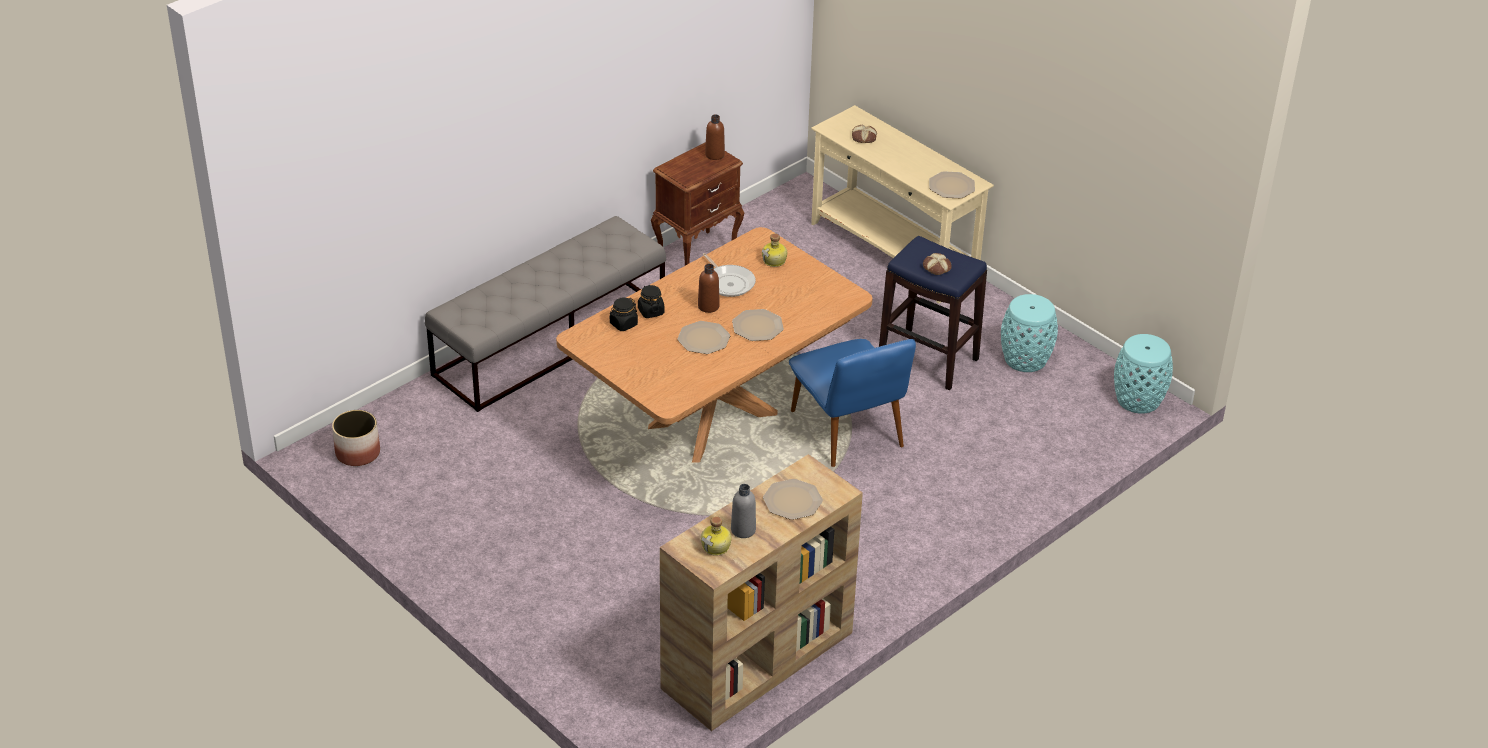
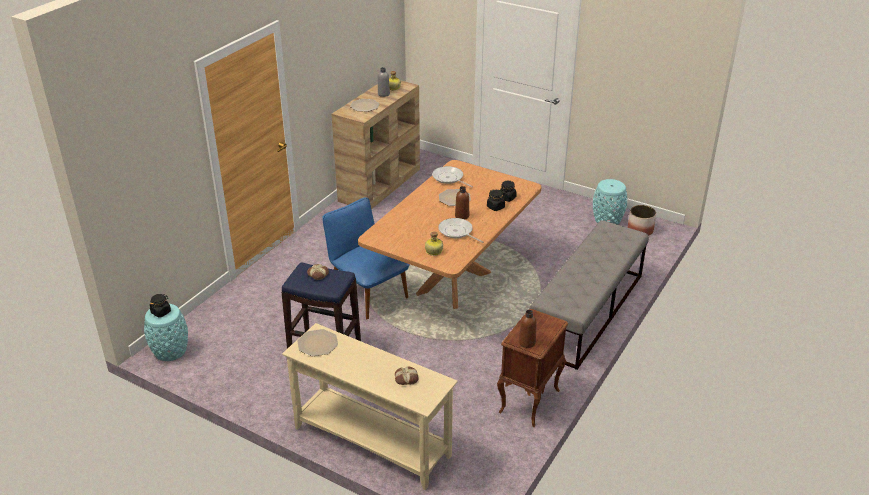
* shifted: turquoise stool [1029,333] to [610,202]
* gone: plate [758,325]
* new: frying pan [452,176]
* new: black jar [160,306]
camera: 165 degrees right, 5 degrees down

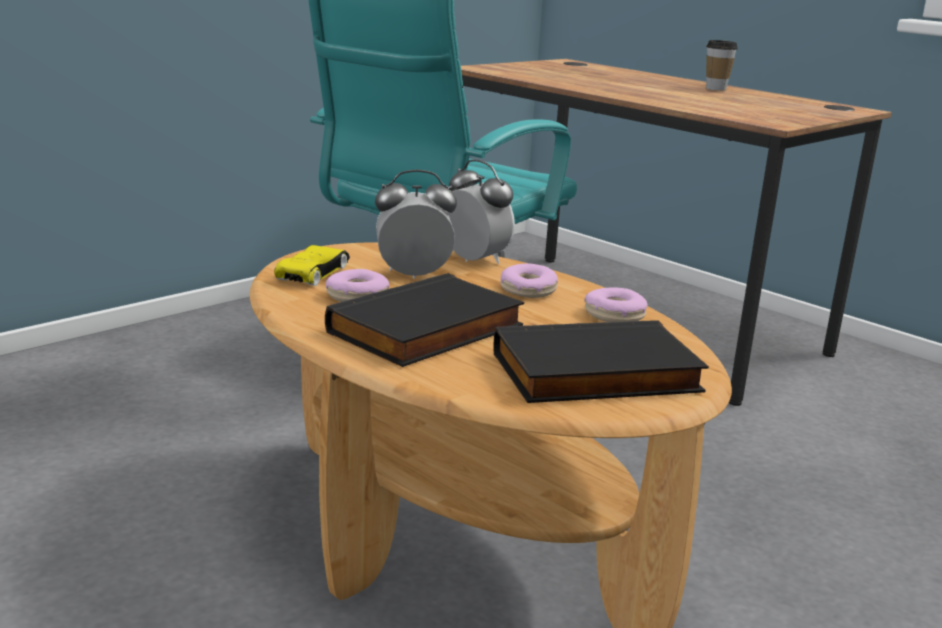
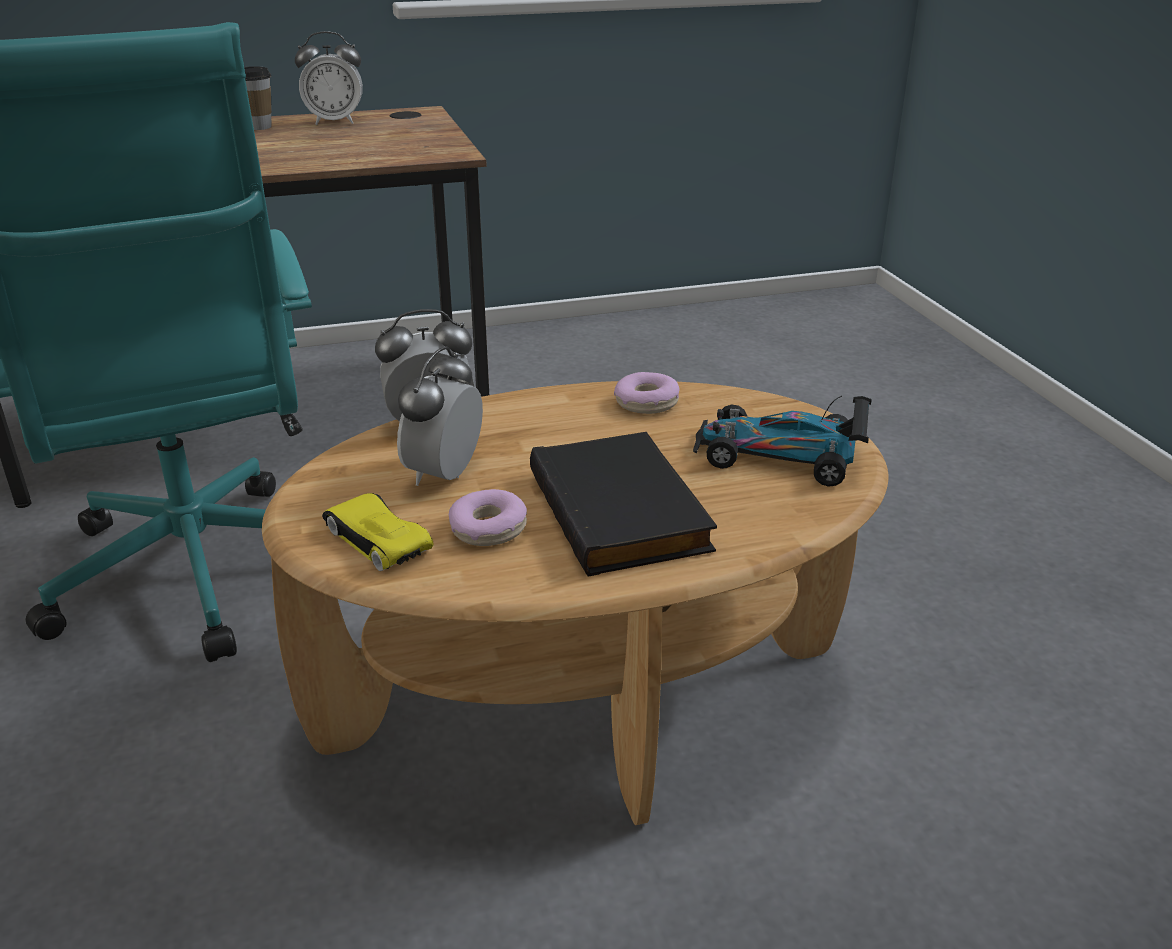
* gone: donut [529,281]
* swapped: black book [601,361] to toy car [782,441]
* new: alarm clock [329,78]
camera: 60 degrees left, 10 degrees up

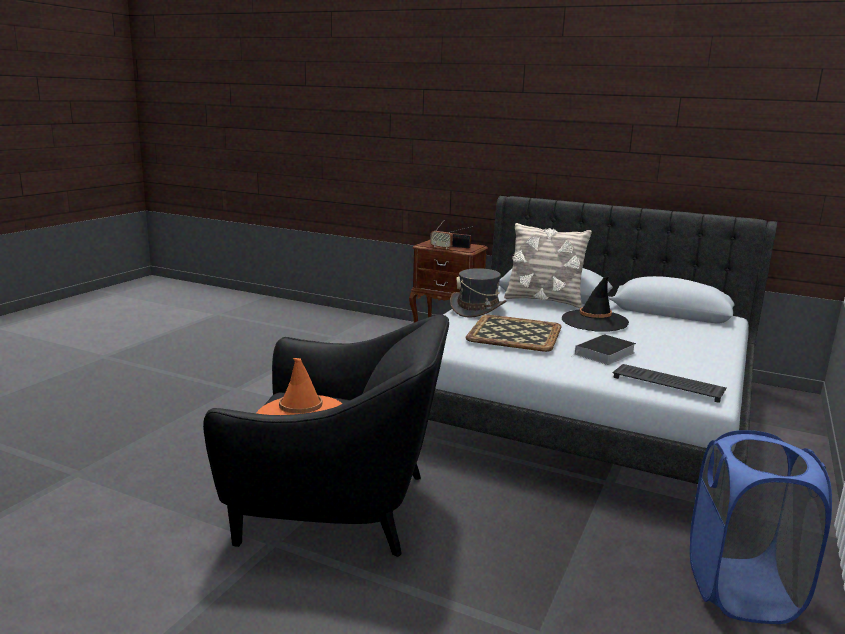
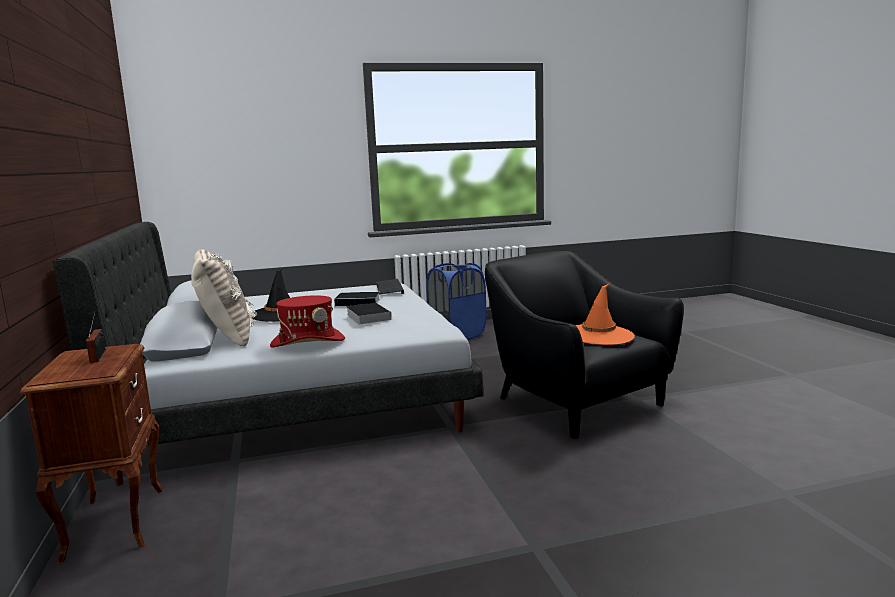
* gone: radio [441,234]
* repainted: grey hat [478,293] to red hat [307,321]
* swapped: tray [514,333] to book [368,313]
camera: 130 degrees left, 5 degrees down

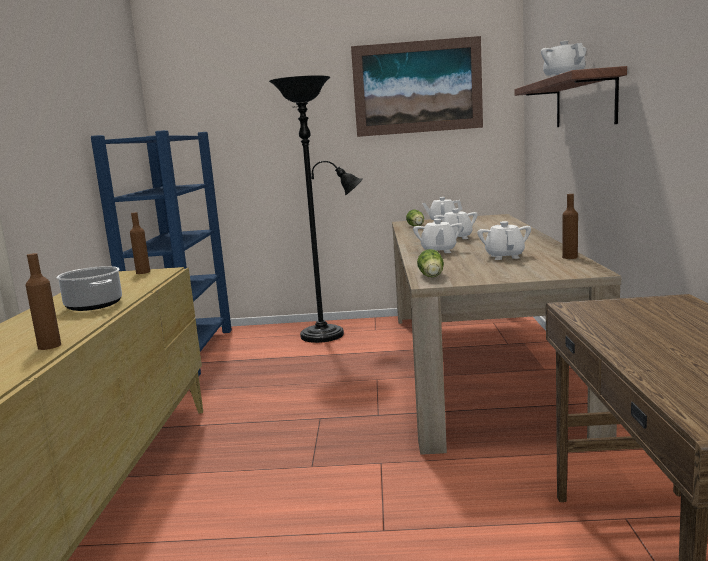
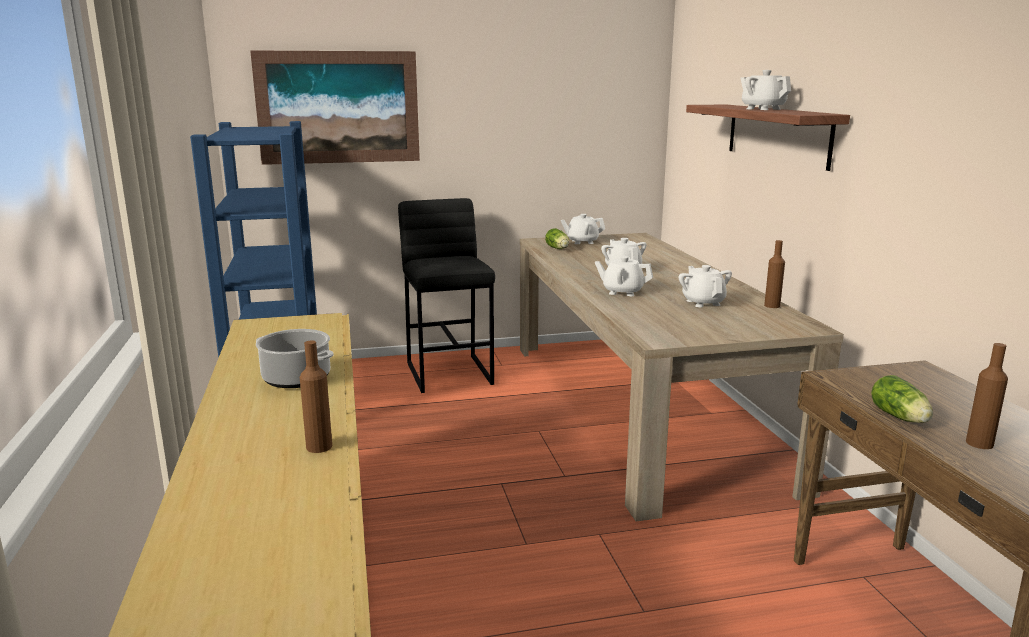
* shifted: picture [417,86] to [335,107]
* swapped: black floor lamp [316,209] to black stool [446,295]
* shifted: brown bottle [140,243] to [987,396]
* rotated: white teapot [438,236] = [624,276] 120 degrees clockwise
* shifted: lettuce [430,263] to [902,399]
camera: 15 degrees left, 5 degrees up

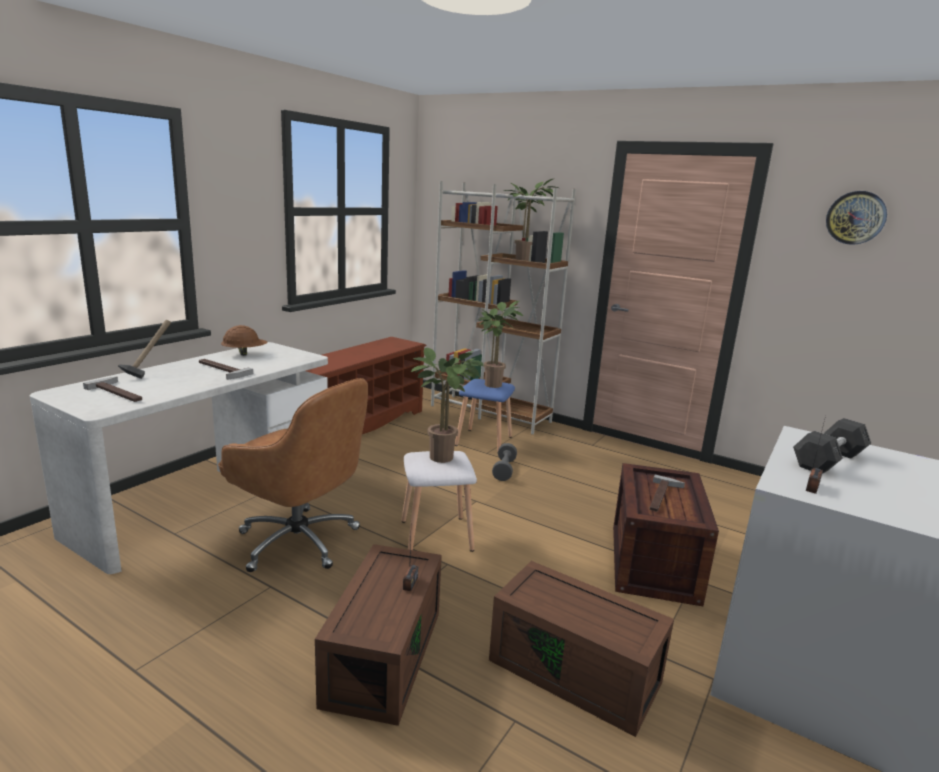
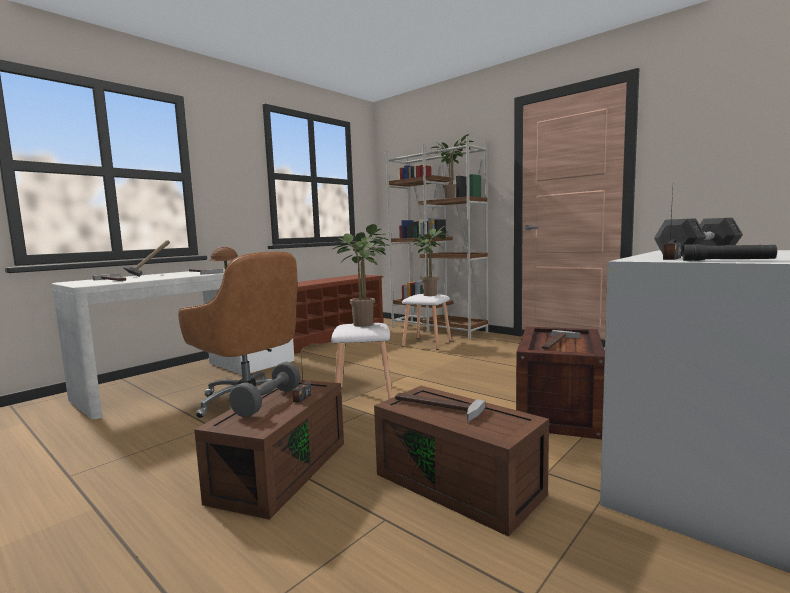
* gone: wall clock [856,218]
* repainted: blue stool [485,415] to white stool [427,322]
* shifted: grey dumbbell [504,462] to [265,389]
* new: black flashlight [729,252]
* new: hammer [440,407]
camera: 10 degrees right, 10 degrees down

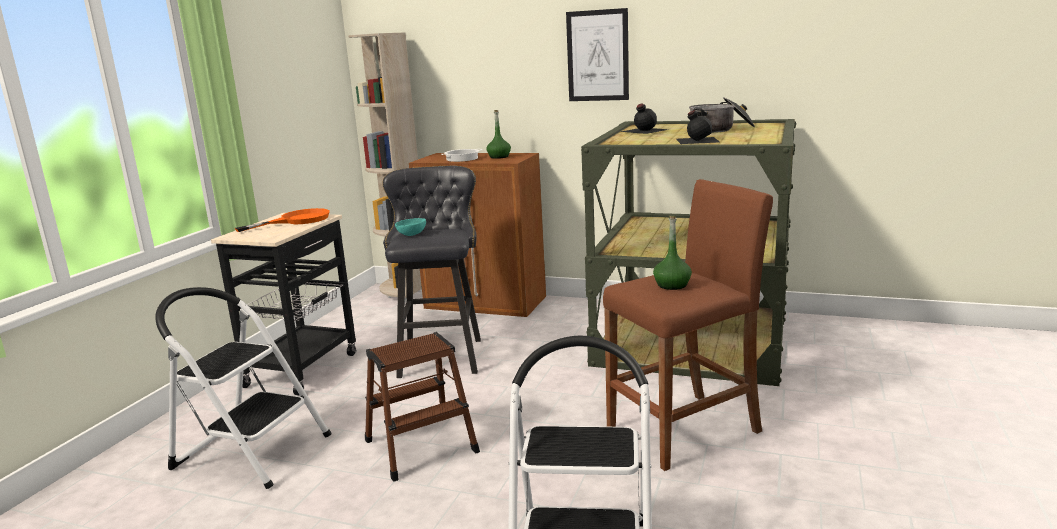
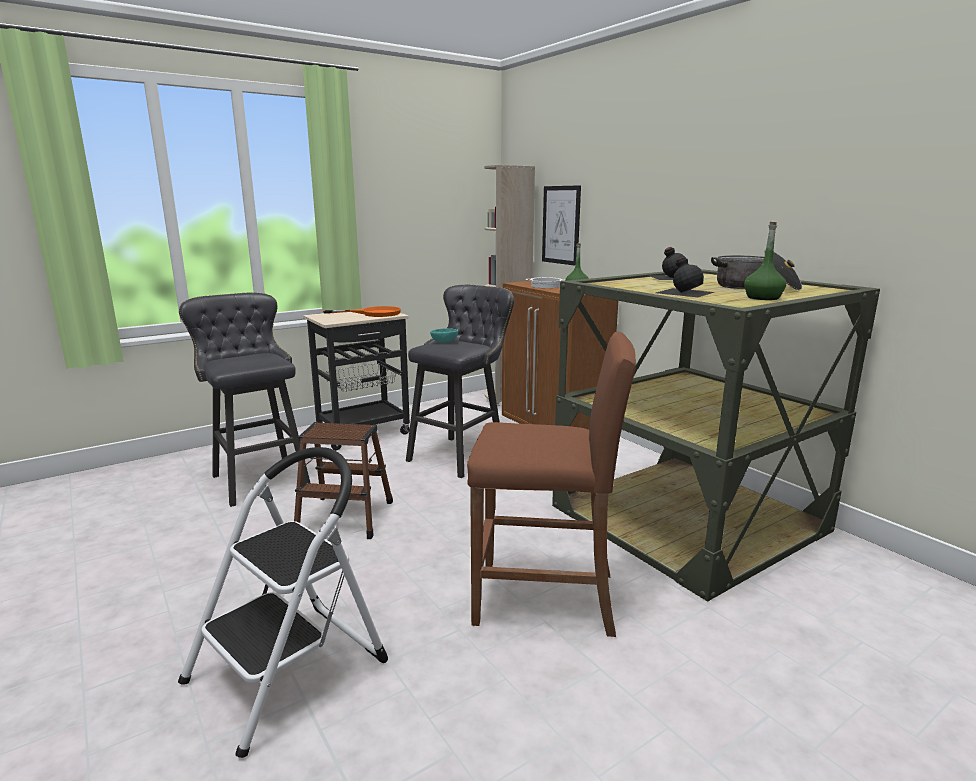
* shifted: picture [597,54] to [561,225]
* shifted: green bottle [672,253] to [765,261]
* swapped: step ladder [243,388] to black stool [244,399]
camera: 35 degrees right, 0 degrees up

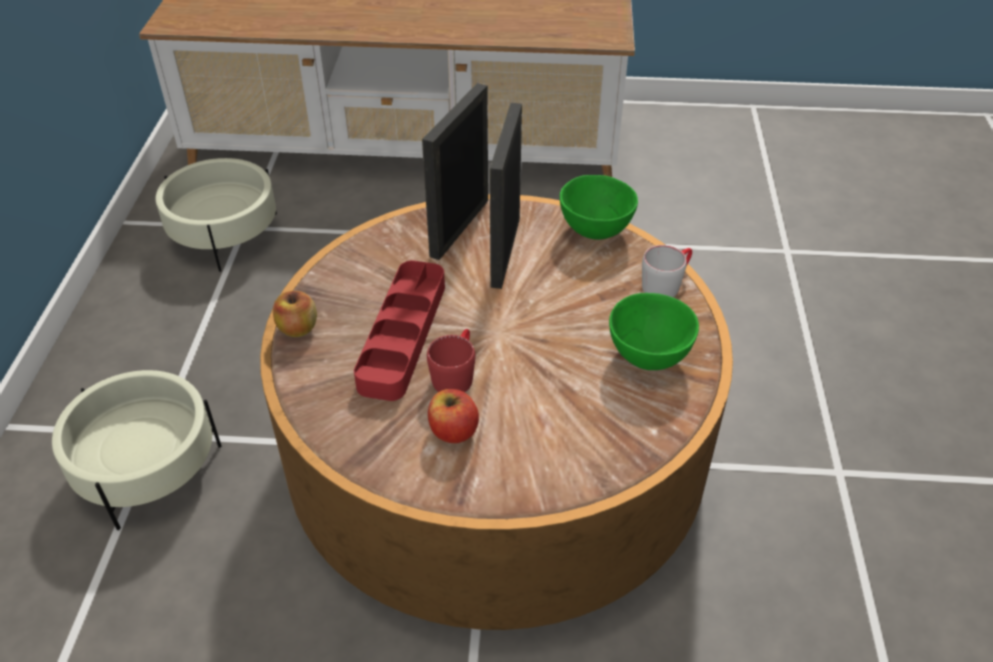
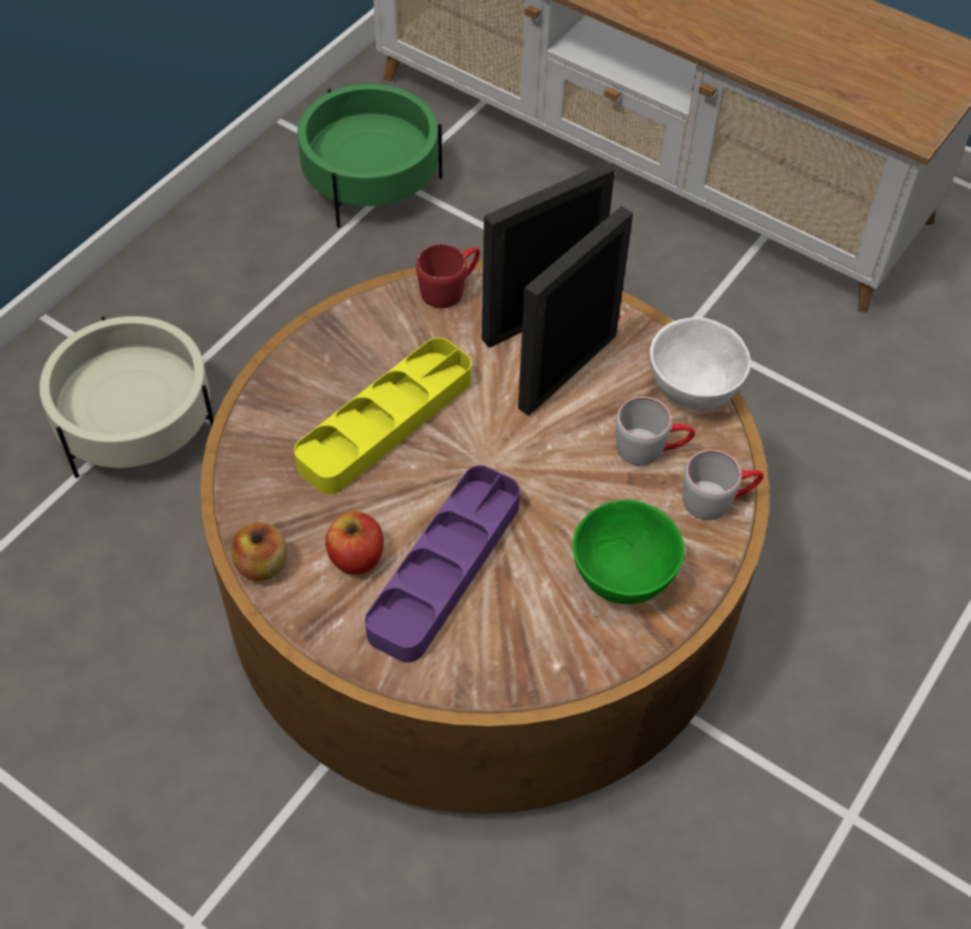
* repainted: beige planter [216,215] to green planter [369,156]
* repainted: green bowl [599,207] to white bowl [700,363]
* repainted: red tray [399,330] to yellow tray [383,416]
* shifted: apple [295,314] to [259,551]
* shifted: red mug [451,360] to [448,276]
* new: grey mug [655,431]
* new: purple tray [442,564]
camera: 30 degrees right, 10 degrees up

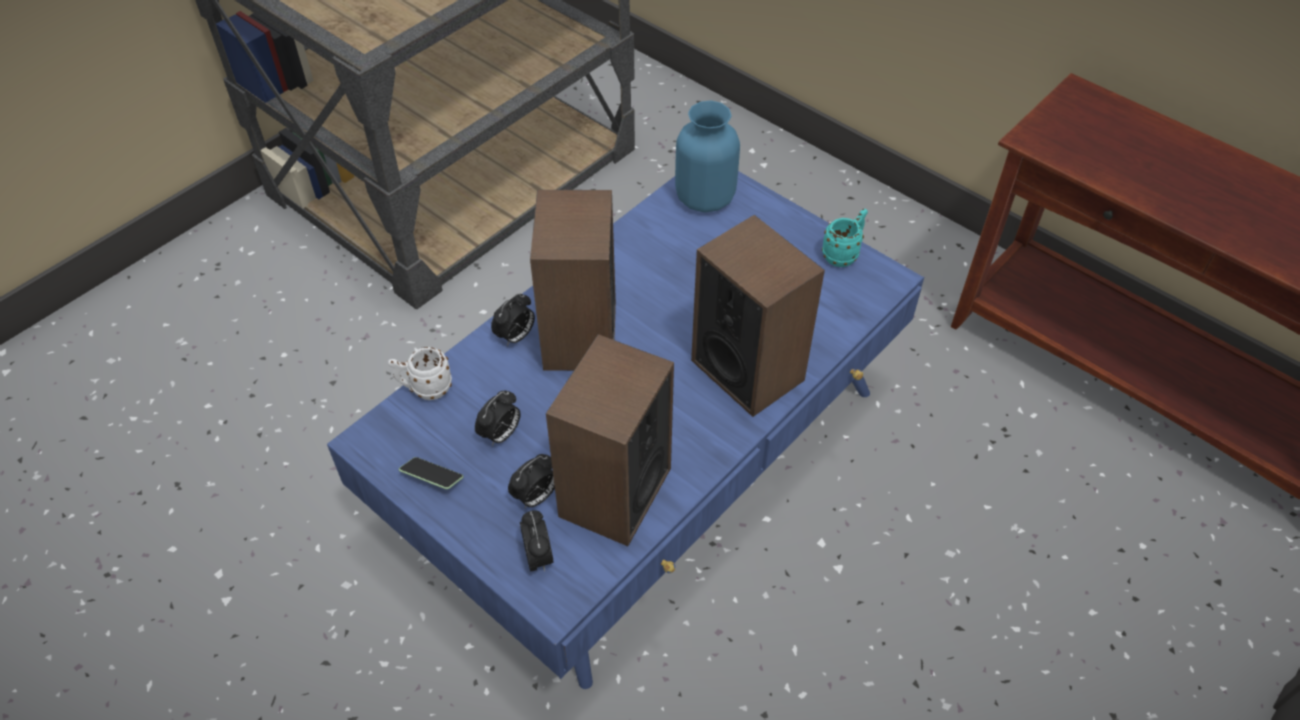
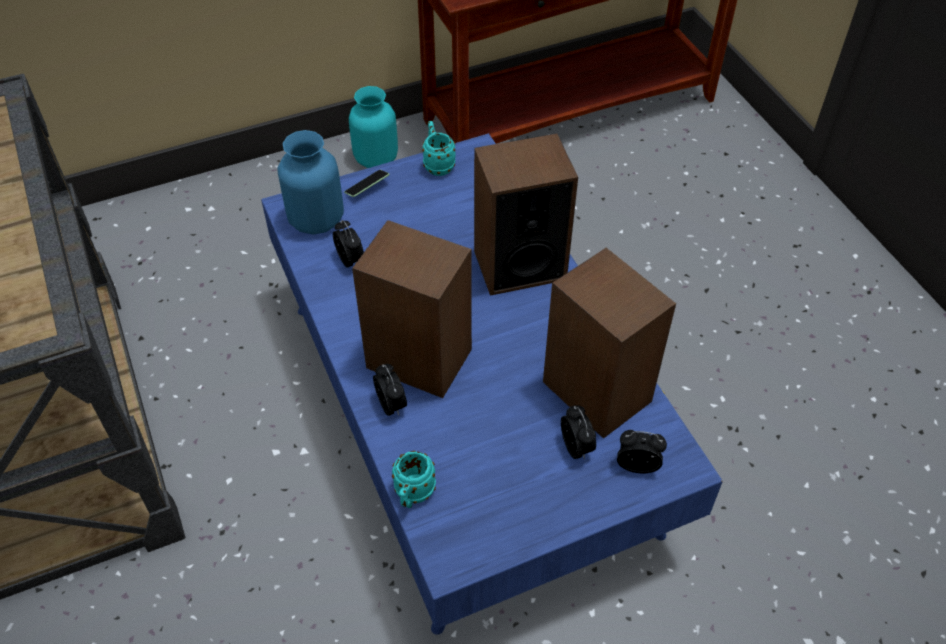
* repainted: white mug [420,373] to turquoise mug [414,479]
* shifted: alarm clock [497,418] to [348,244]
* shifted: phone [431,473] to [366,183]
* new: turquoise vase [373,127]
camera: 65 degrees left, 0 degrees up

